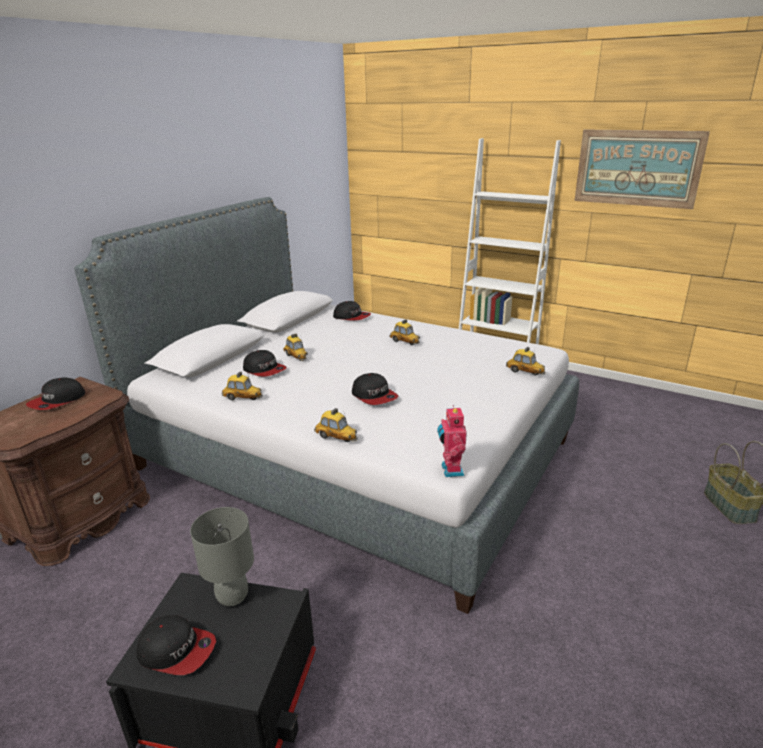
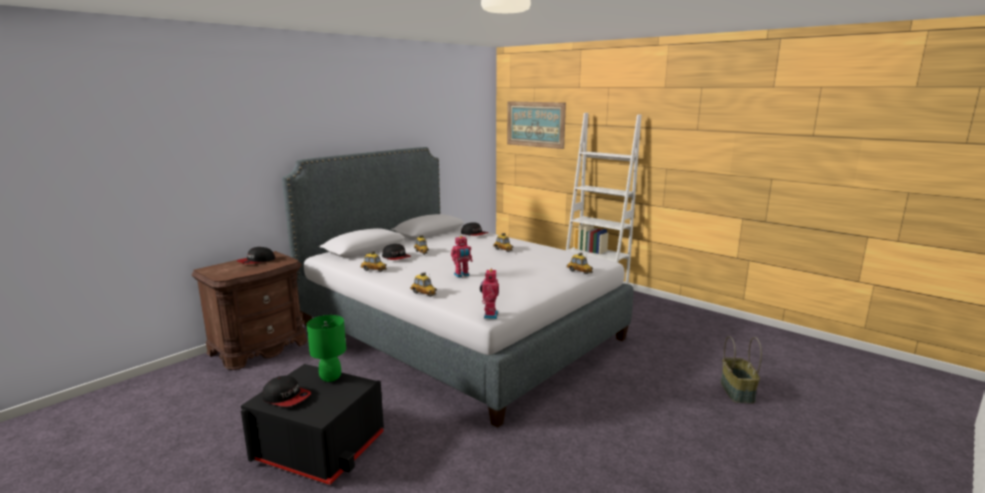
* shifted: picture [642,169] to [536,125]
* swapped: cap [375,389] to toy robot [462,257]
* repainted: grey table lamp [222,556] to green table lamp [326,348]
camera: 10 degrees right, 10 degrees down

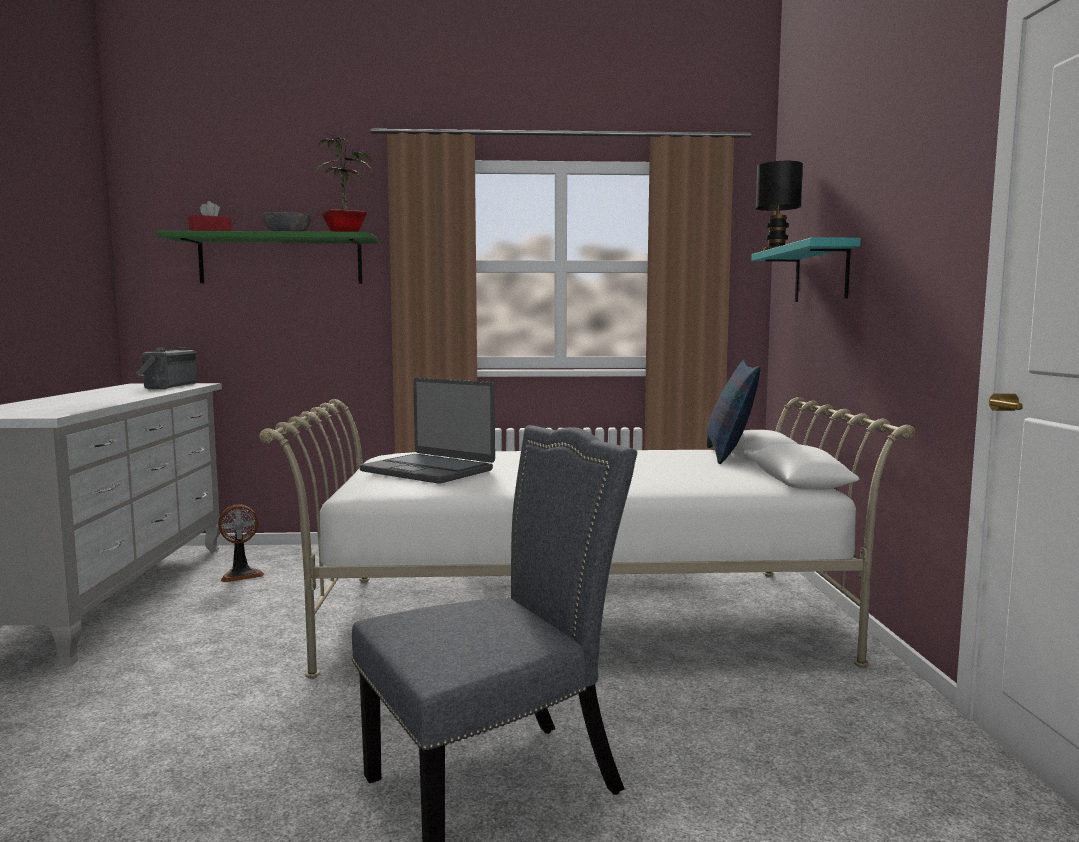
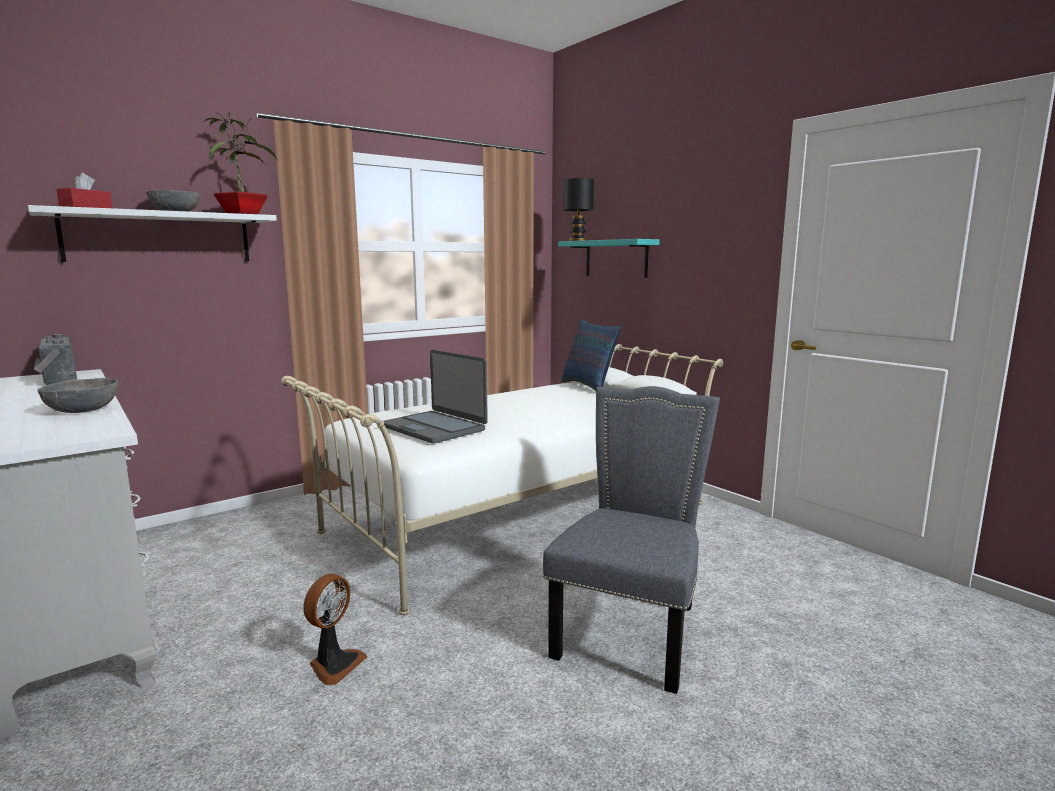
* repainted: green shelf [267,257] to white shelf [152,233]
* rotated: laptop [427,431] = [436,396] 45 degrees clockwise
* shifted: fan [241,543] to [335,629]
* new: grey bowl [78,395]
camera: 35 degrees left, 5 degrees up

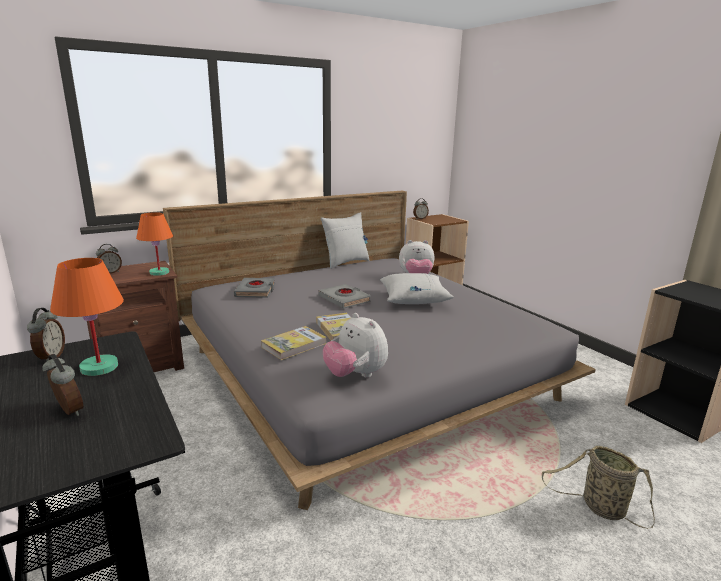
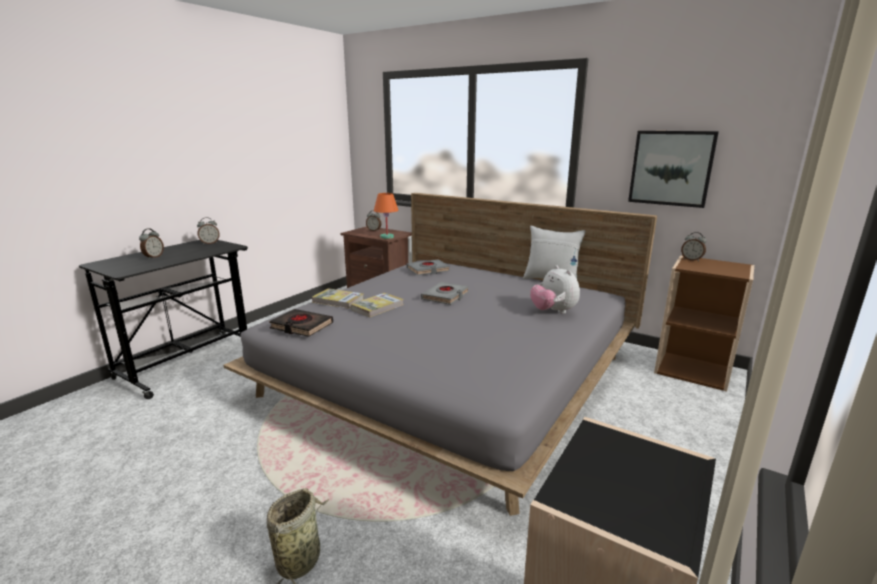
* gone: orange table lamp [87,317]
* gone: grey pillow [417,288]
* swapped: plush toy [355,345] to black book [301,323]
* new: picture [673,169]
camera: 65 degrees right, 0 degrees up

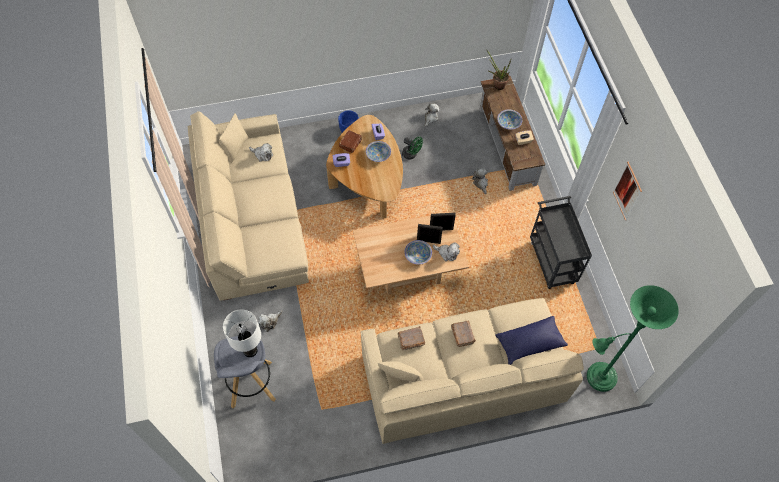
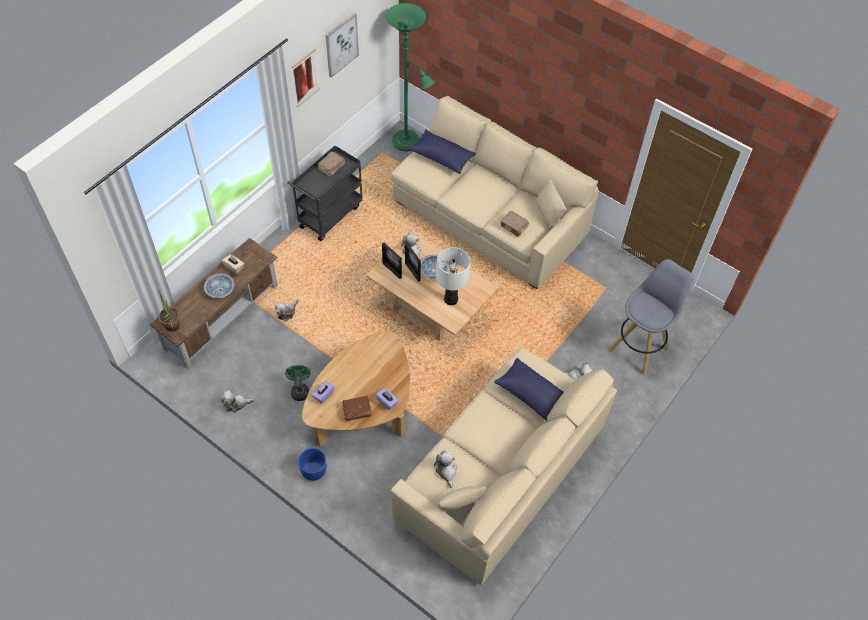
* gone: bowl [378,151]
* shifted: white table lamp [242,333] to [453,276]
* shifted: brown book [463,334] to [331,164]
* new: picture [342,45]
* new: blue pillow [529,389]
camera: 130 degrees left, 5 degrees down

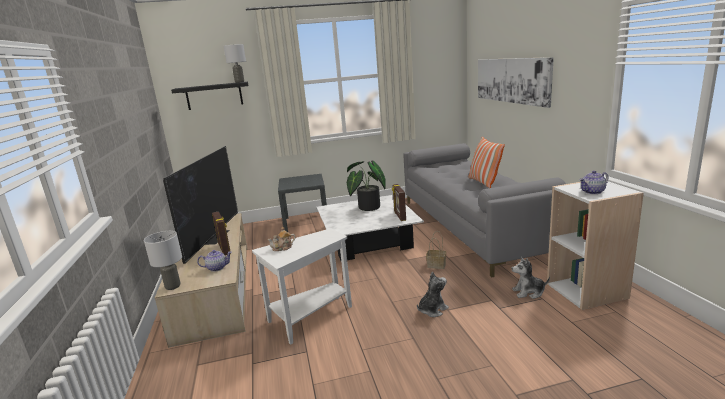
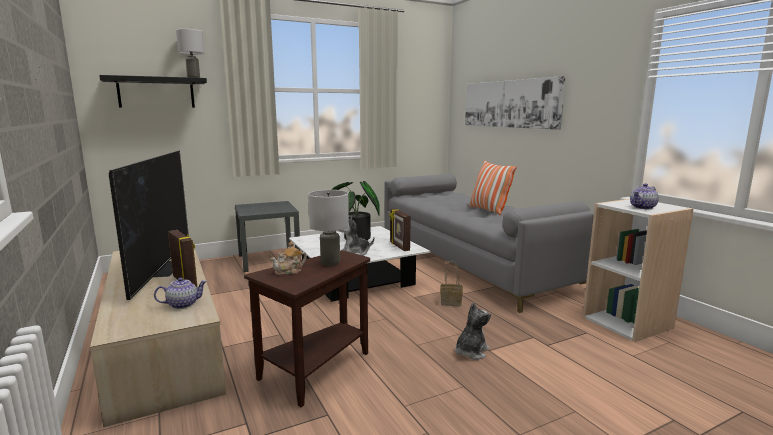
* repainted: white side table [302,287] to brown side table [307,328]
* shifted: white table lamp [163,260] to [328,228]
* shifted: plush toy [531,278] to [356,236]
camera: 15 degrees left, 5 degrees down

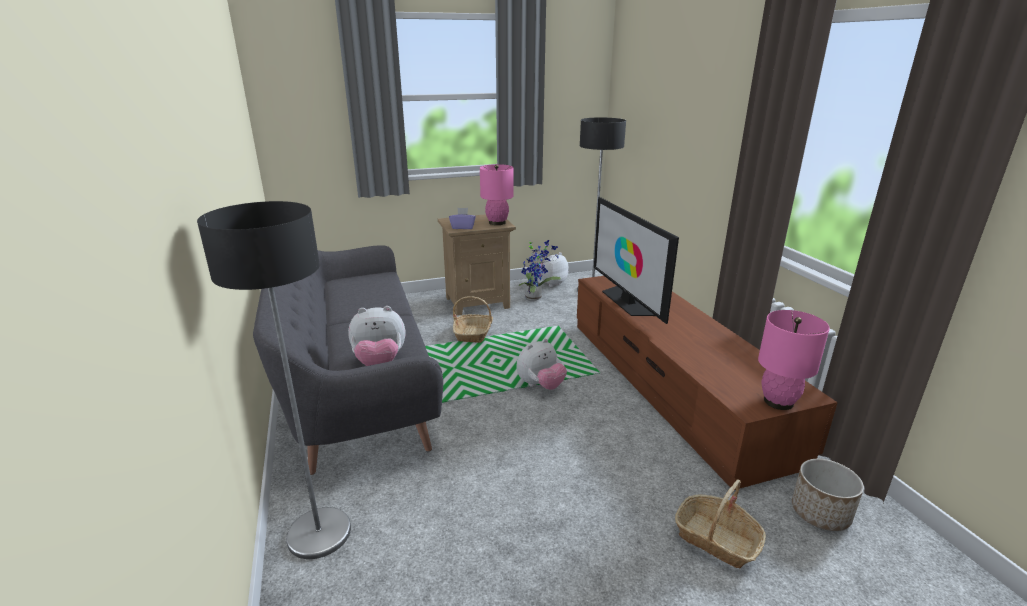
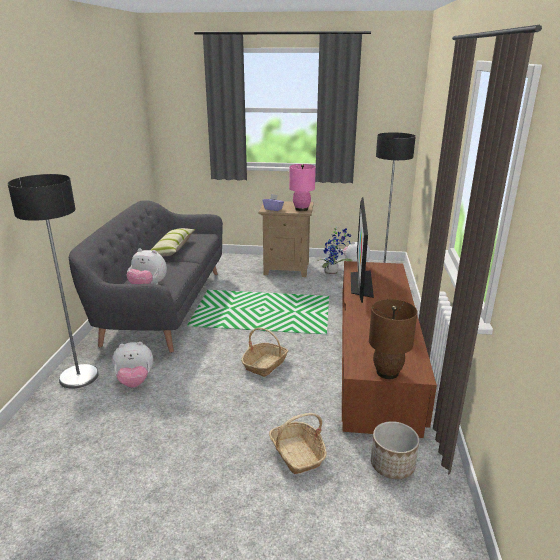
* shifted: basket [473,319] to [264,352]
* repainted: pink table lamp [794,360] to brown table lamp [393,339]
* shifted: plush toy [542,364] to [132,364]
* new: pillow [173,242]
camera: 25 degrees right, 0 degrees up

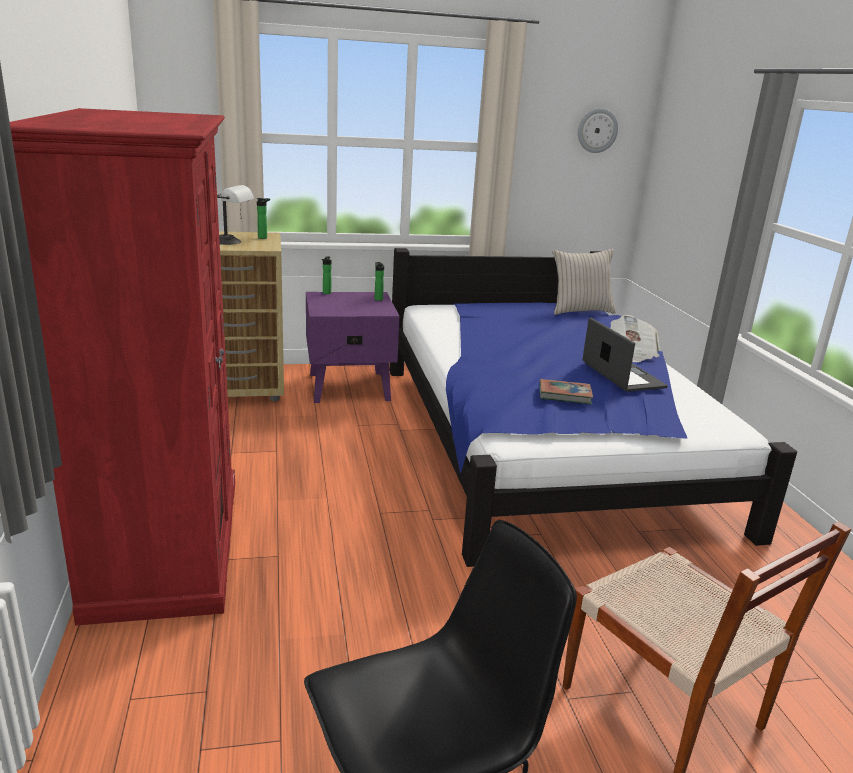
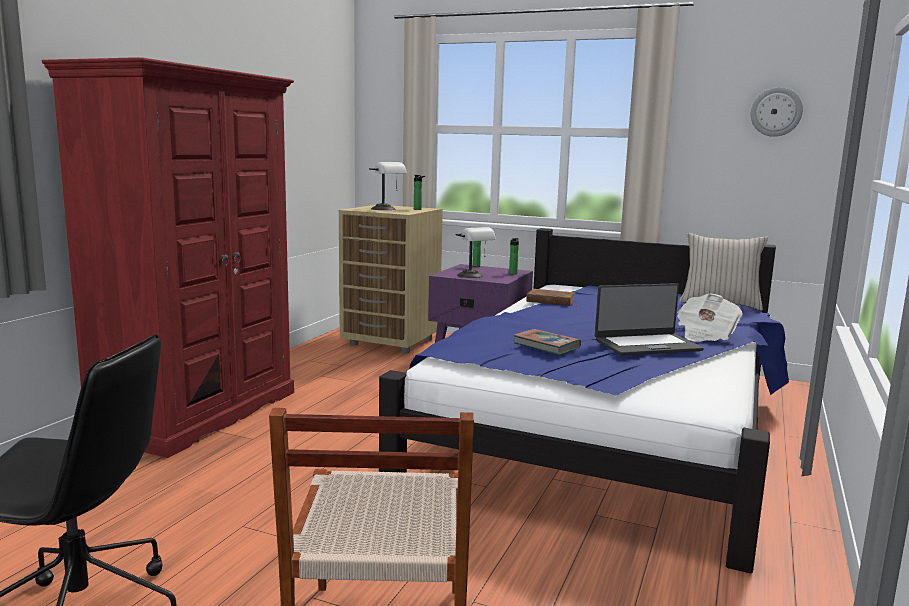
* rotated: laptop [625,355] = [649,319] 60 degrees clockwise
* new: table lamp [475,252]
* new: brown book [552,297]
camera: 35 degrees right, 10 degrees down

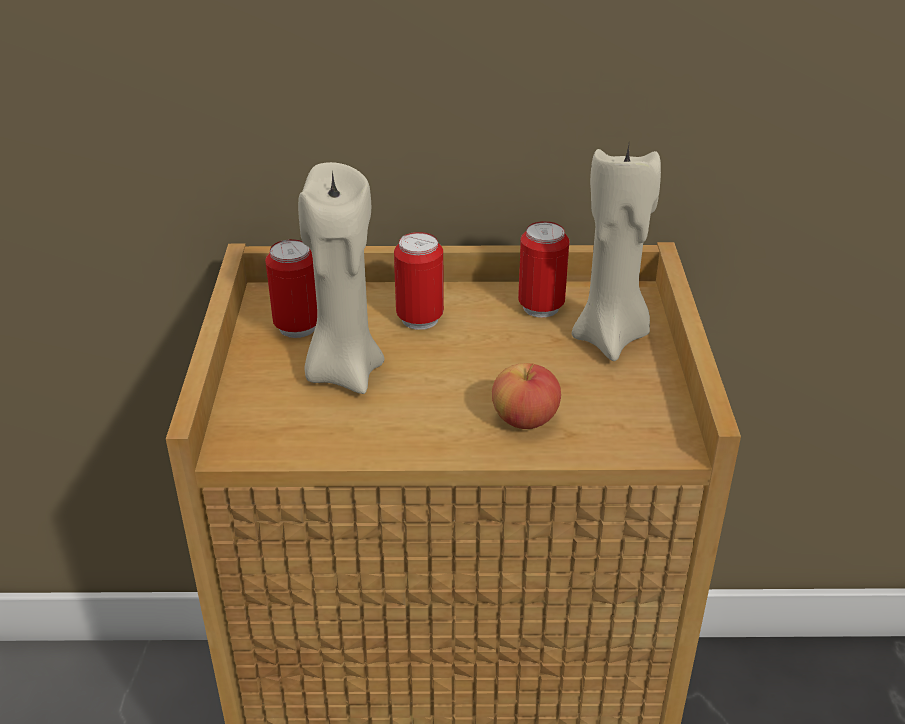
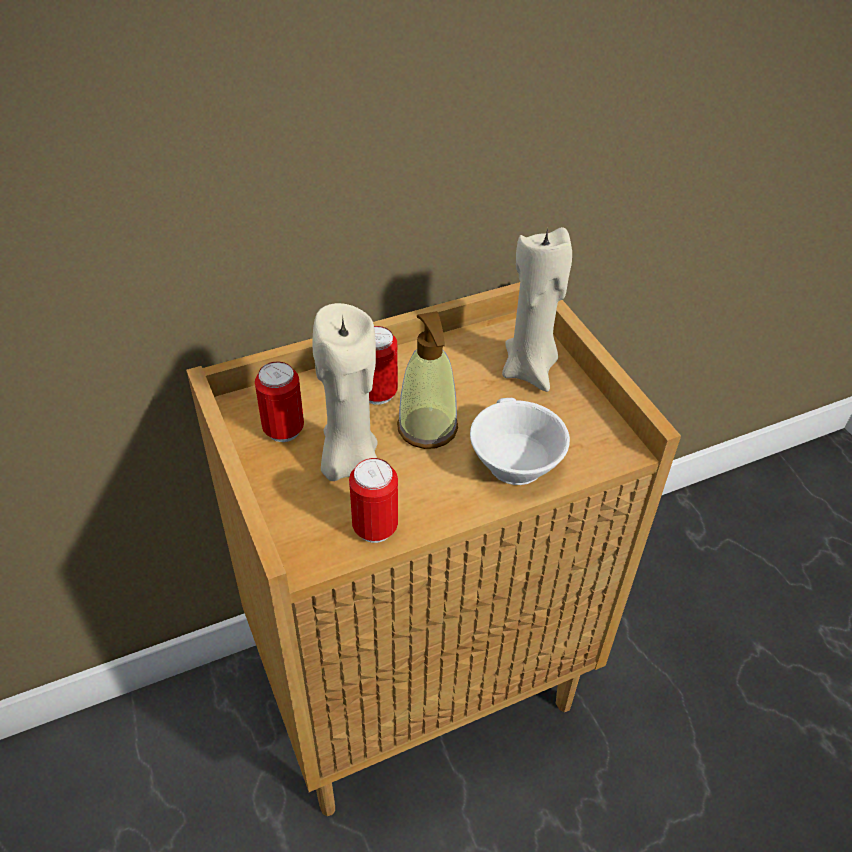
* shifted: can [543,269] to [373,500]
* swapped: apple [526,396] to white cup [520,441]
* new: soap dispenser [427,380]
camera: 25 degrees left, 10 degrees up

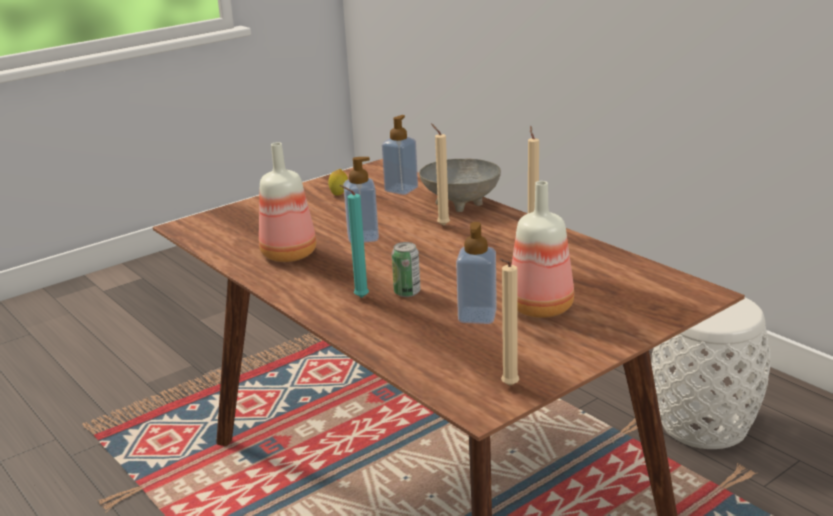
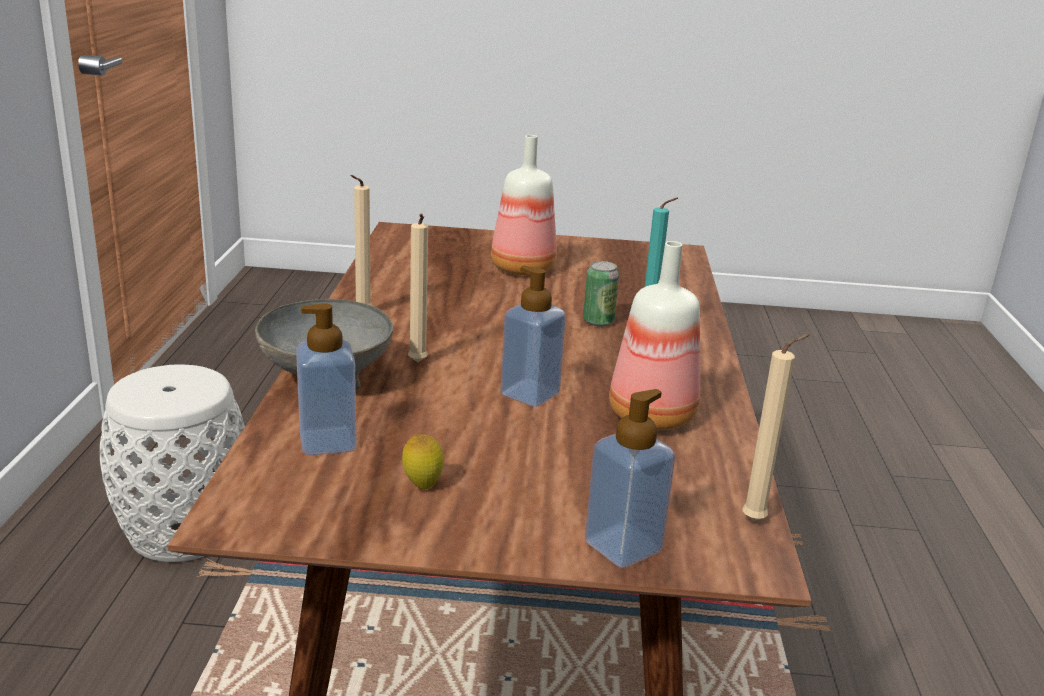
* shifted: soap dispenser [476,273] to [630,478]
* shifted: beige candle [509,322] to [776,427]
camera: 140 degrees left, 0 degrees up

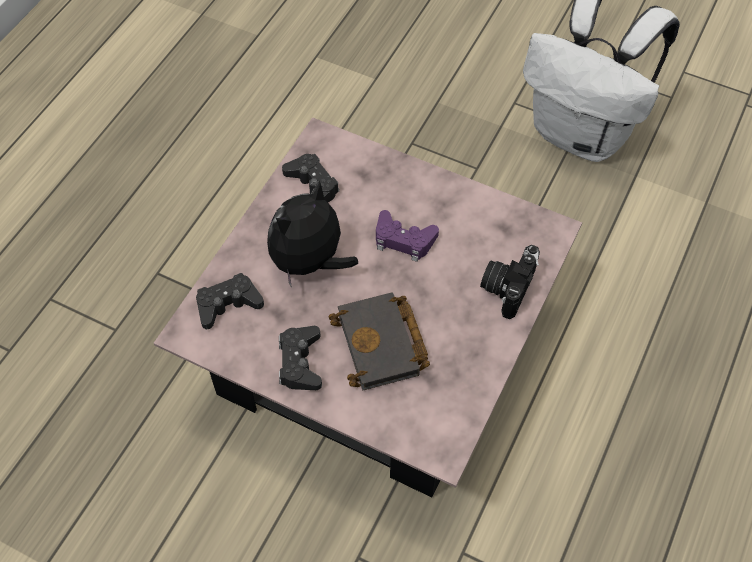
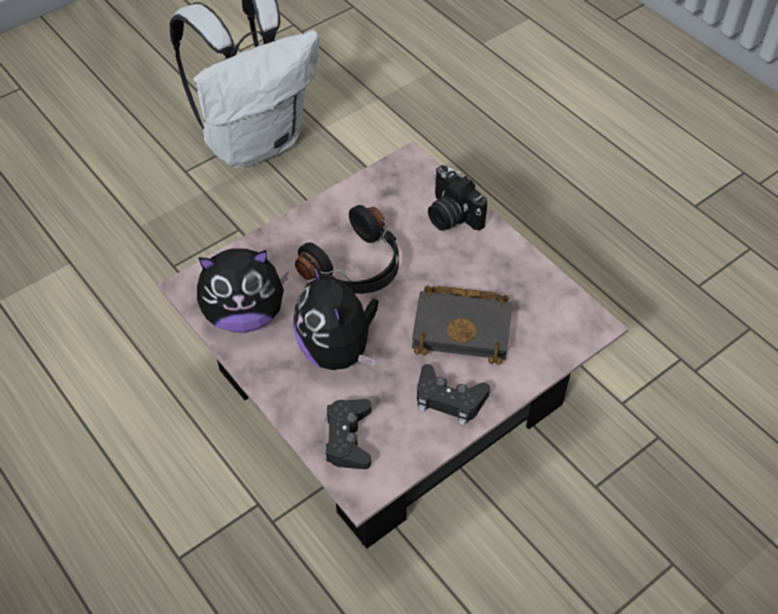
* swapped: black game controller [310,178] to plush toy [243,290]
* swapped: purple game controller [407,236] to black headphones [347,249]
camera: 65 degrees left, 5 degrees down

